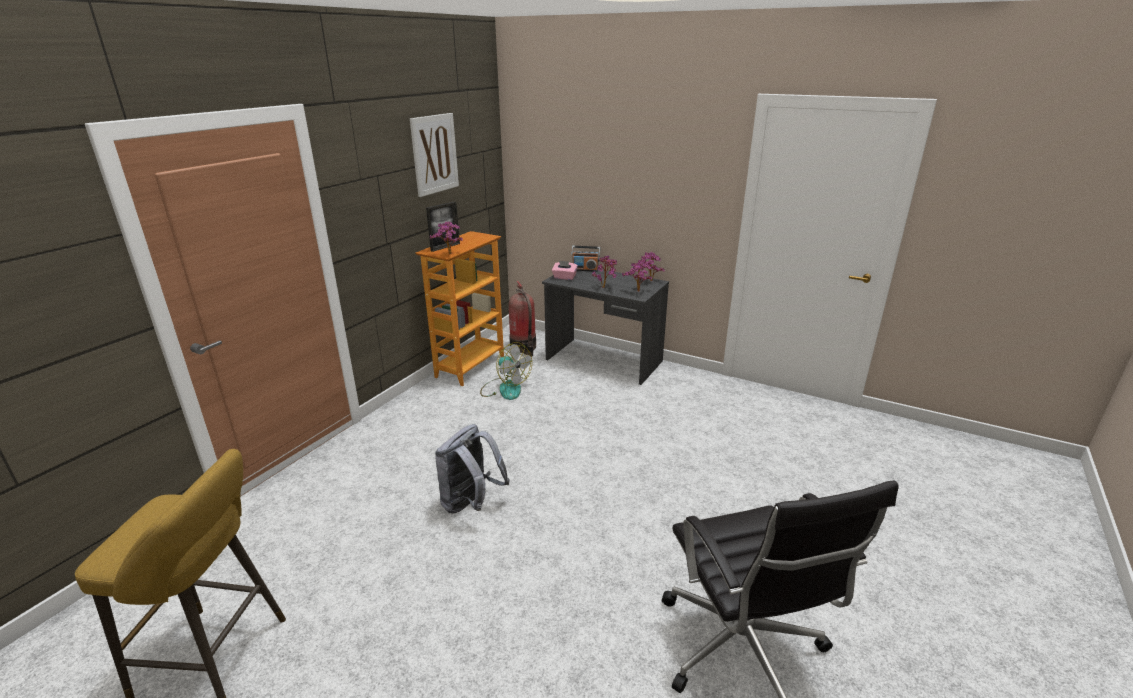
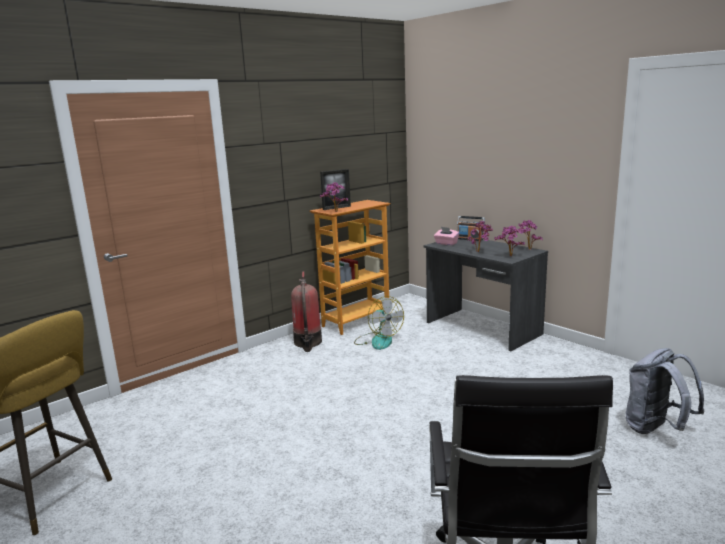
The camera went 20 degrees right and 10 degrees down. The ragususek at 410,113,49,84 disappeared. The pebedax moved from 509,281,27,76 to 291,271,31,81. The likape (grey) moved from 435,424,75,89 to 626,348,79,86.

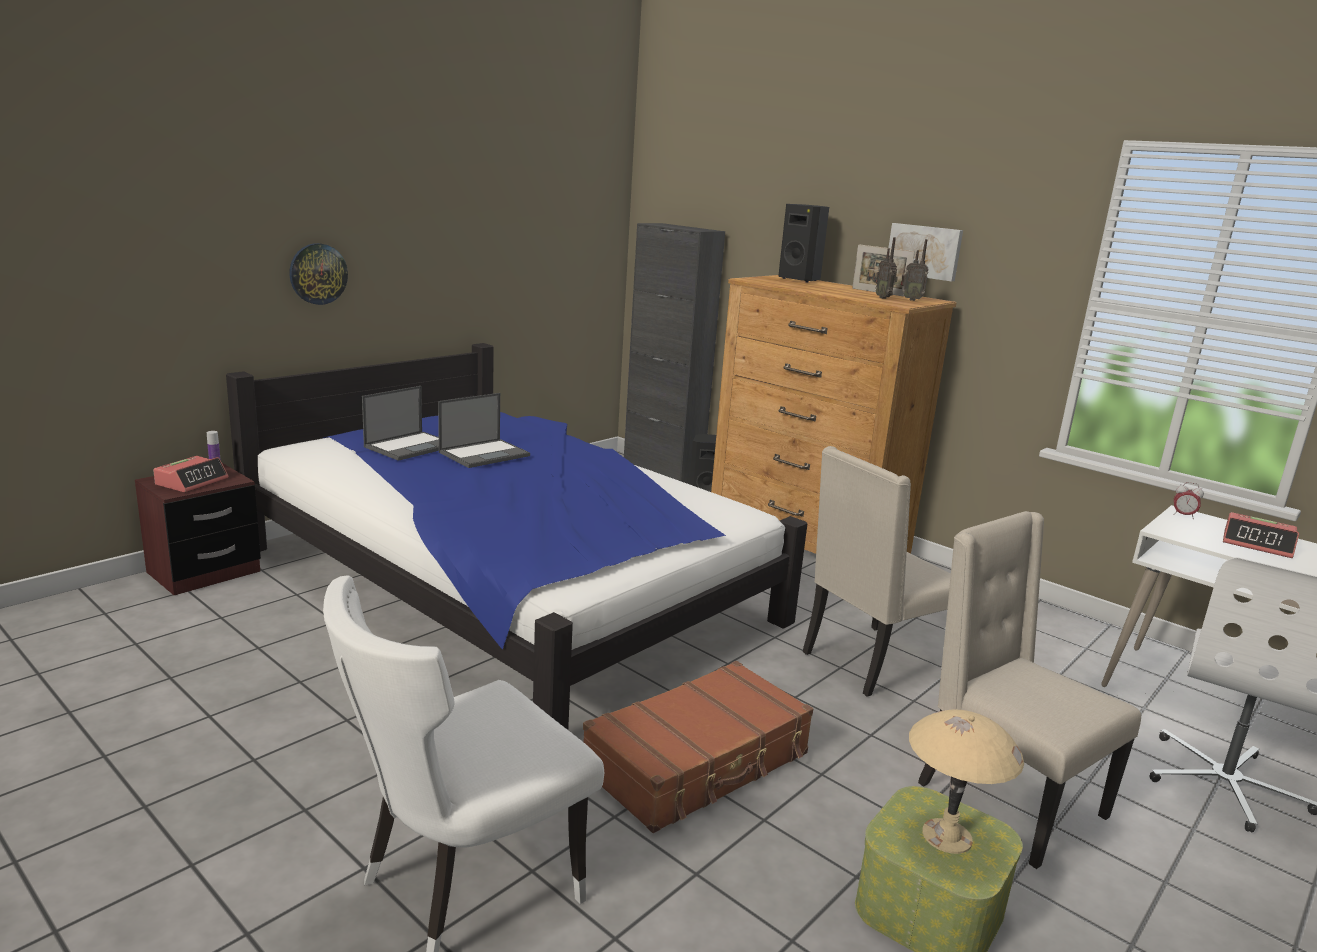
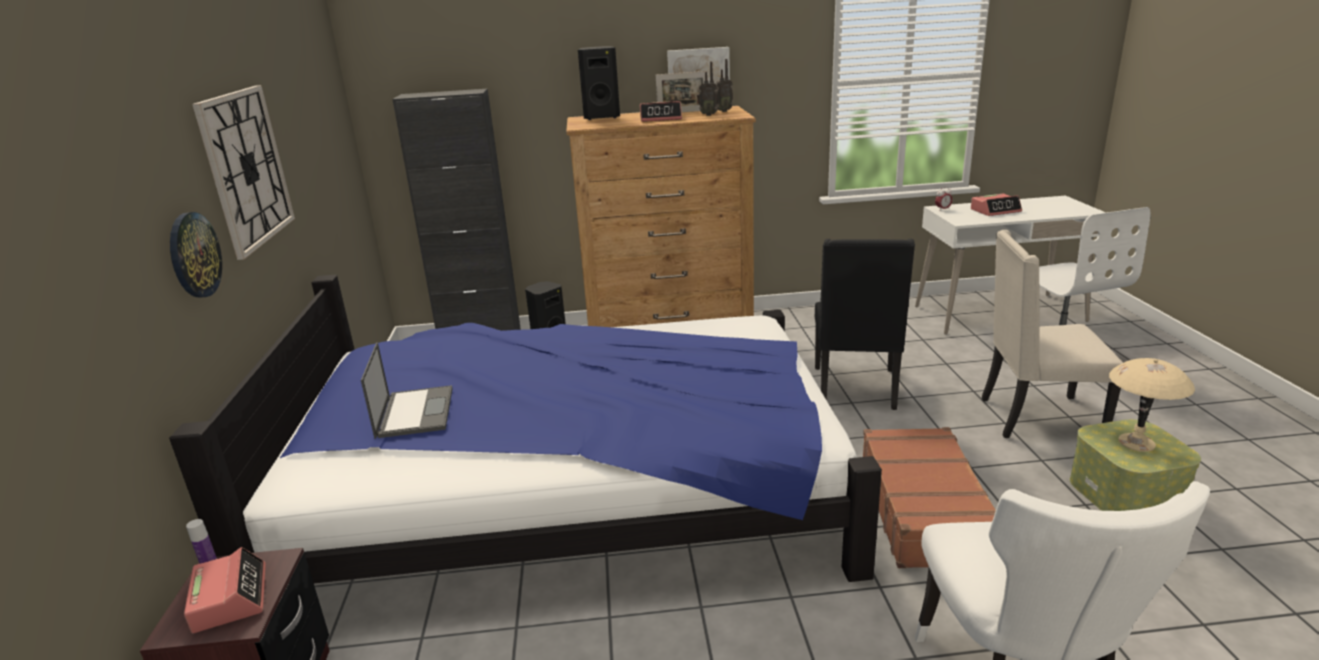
The camera went 45 degrees left and 5 degrees up. The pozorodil at 438,393,92,75 disappeared. The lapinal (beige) at 803,446,148,251 became the lapinal (black) at 815,239,100,171. The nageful at 192,85,103,175 appeared. The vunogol at 640,101,42,21 appeared.

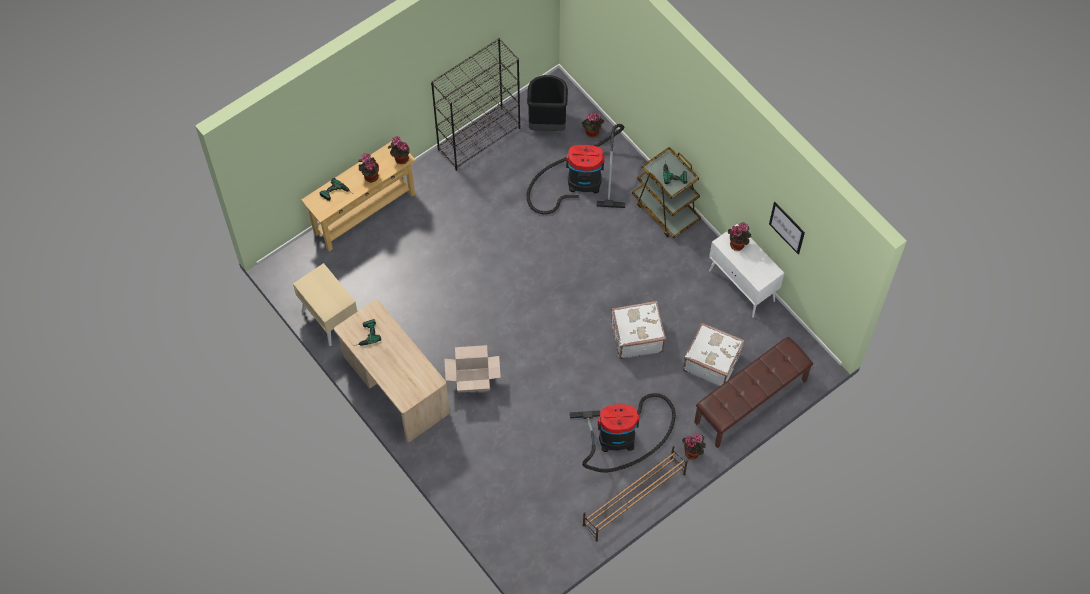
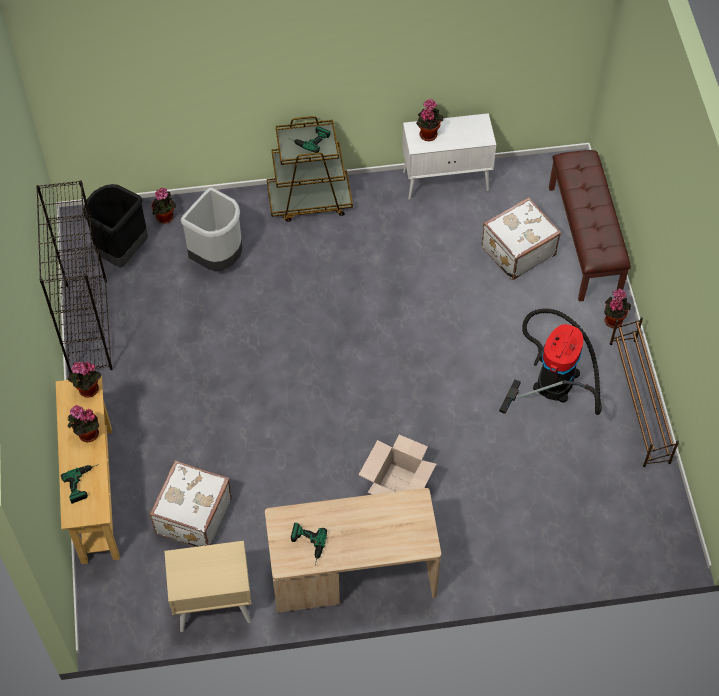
The camera went 60 degrees left and 5 degrees down. The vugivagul at 526,124,100,91 was replaced by the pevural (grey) at 181,187,61,84. The ragususek at 769,202,36,53 disappeared. The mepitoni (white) moved from 611,301,55,58 to 149,460,83,87.

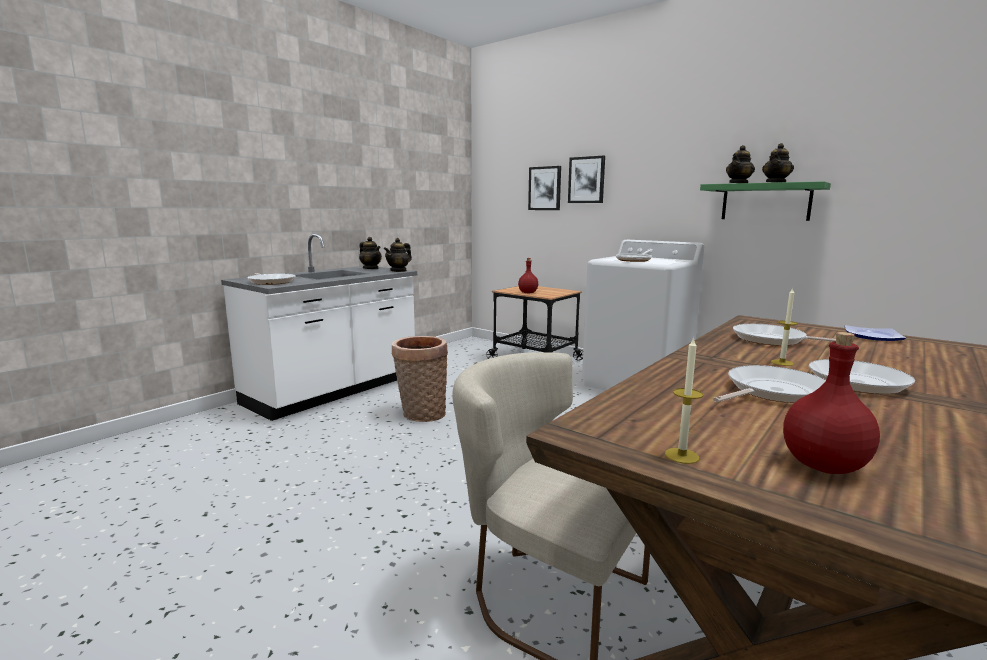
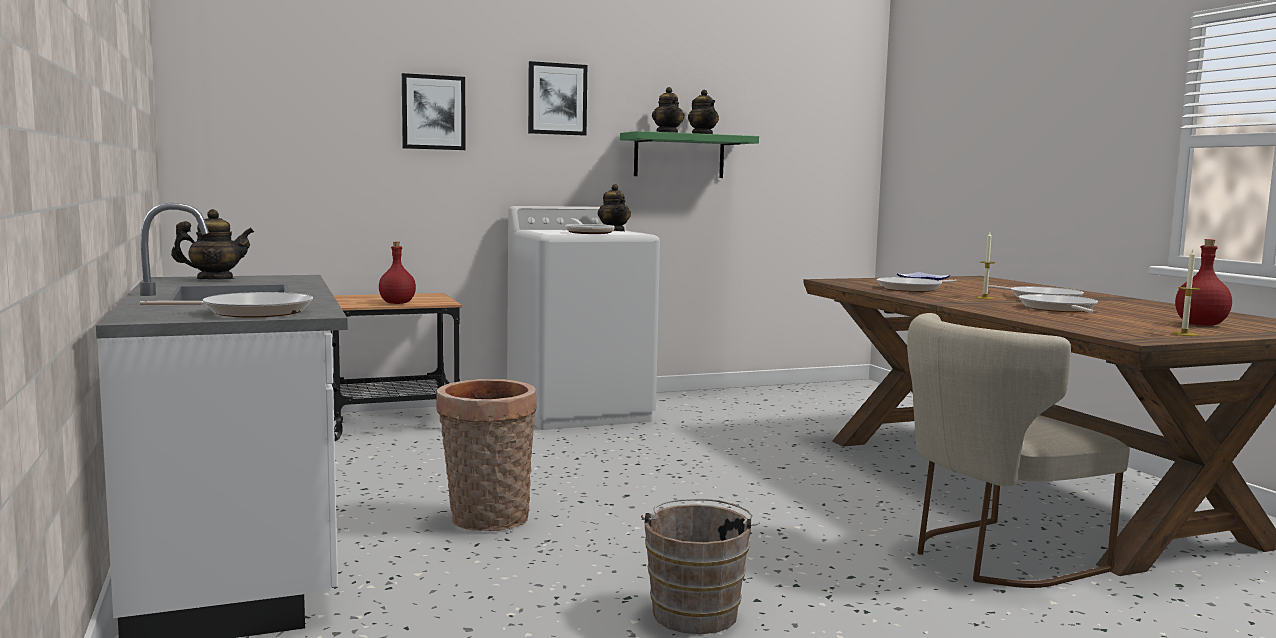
The camera went 60 degrees left and 5 degrees down. The ragususek moved from 528,166,33,44 to 528,61,59,75. The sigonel moved from 384,238,28,34 to 598,184,33,47. The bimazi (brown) at 641,499,119,135 appeared.

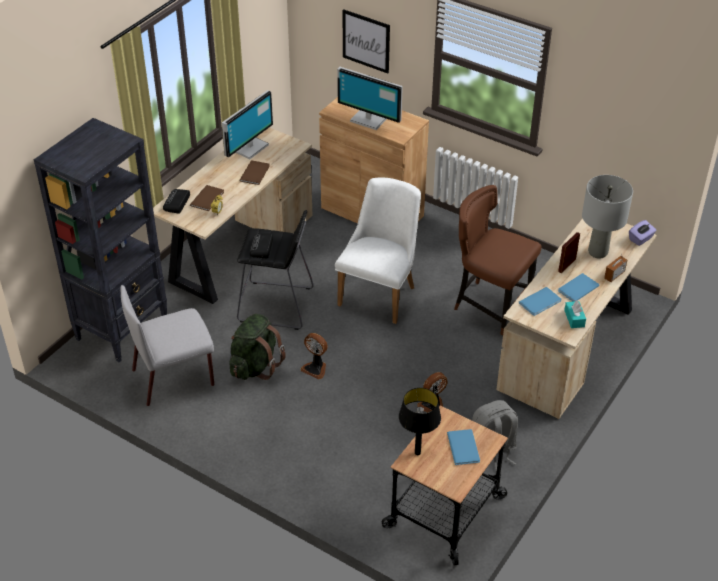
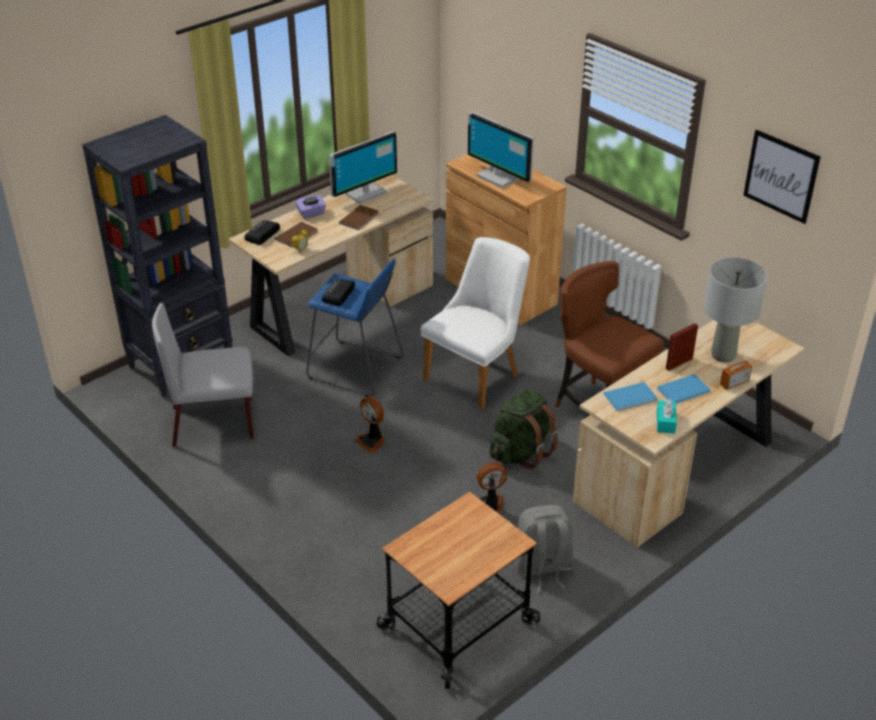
The camera went 15 degrees right and 5 degrees down. The ragususek moved from 343,9,47,64 to 743,129,78,95. The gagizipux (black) at 237,210,77,120 became the gagizipux (blue) at 306,259,98,138. The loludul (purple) moved from 629,220,27,26 to 295,195,31,24. The likape (green) moved from 229,314,57,66 to 490,389,68,80. The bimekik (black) at 399,388,42,67 disappeared. The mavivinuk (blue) at 447,429,33,36 disappeared.

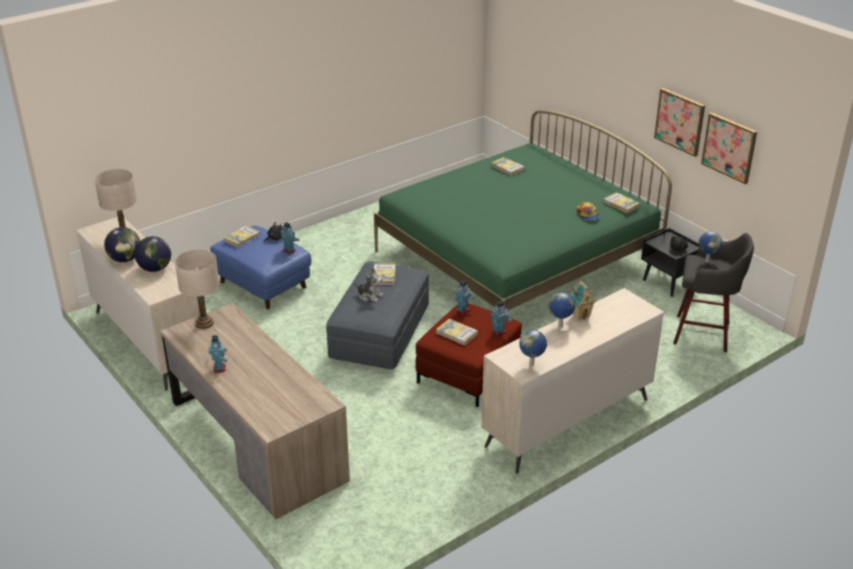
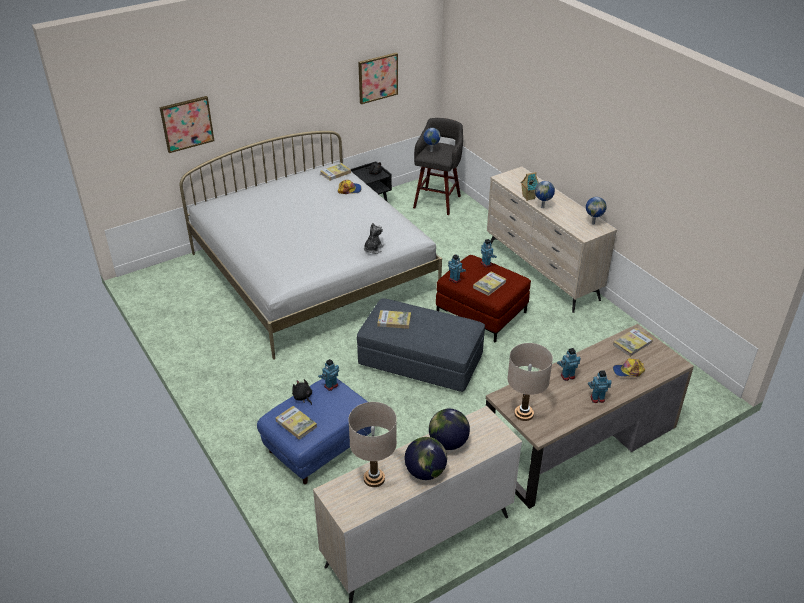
The camera went 85 degrees left and 5 degrees up. The ragususek moved from 654,88,51,69 to 160,96,54,57. The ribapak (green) at 374,110,298,200 became the ribapak (white) at 180,131,262,229. The mavivinuk moved from 491,157,34,19 to 613,328,40,29. The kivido moved from 354,268,29,34 to 364,223,20,31. The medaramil at 557,348,24,33 appeared. The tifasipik at 613,358,32,19 appeared.

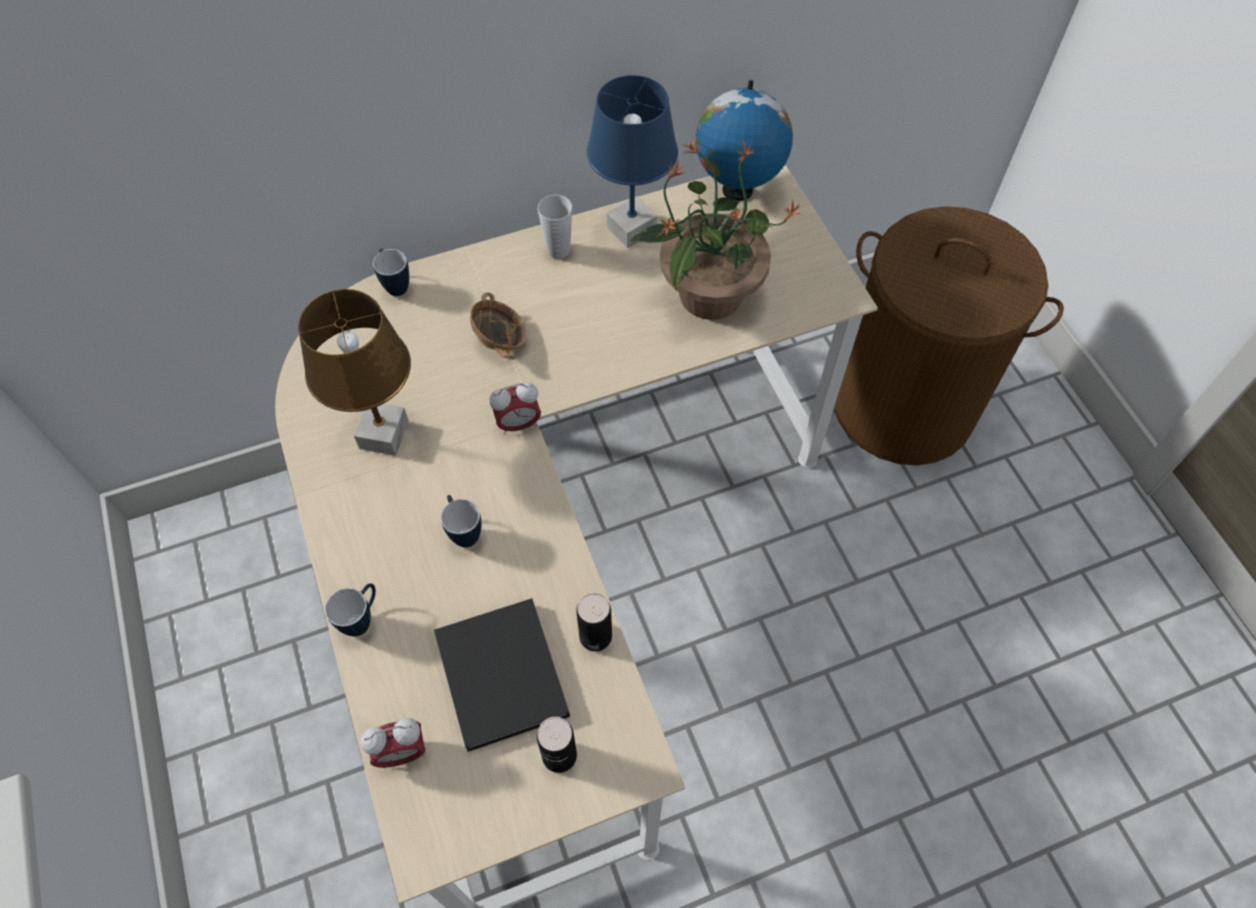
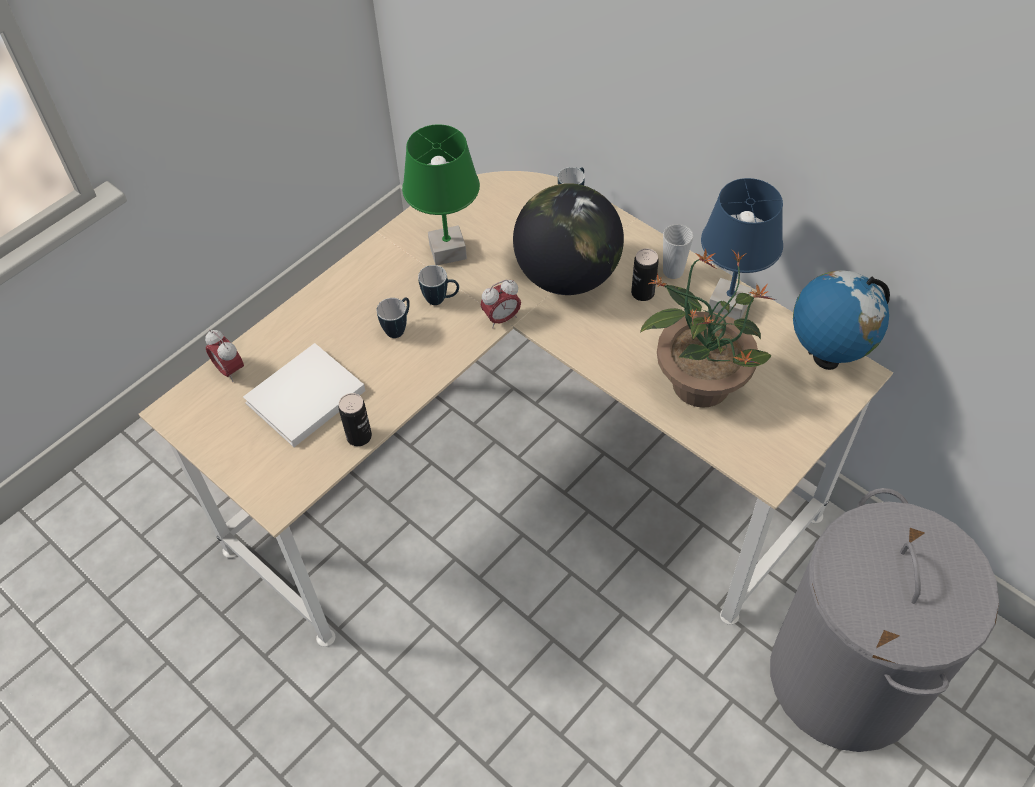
The camera went 65 degrees right and 5 degrees down. The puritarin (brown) at 834,206,230,259 became the puritarin (grey) at 770,488,229,264. The bimekik (brown) at 298,289,113,167 became the bimekik (green) at 402,124,78,141. The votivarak at 470,292,58,67 was replaced by the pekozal at 513,183,111,112. The vunogol at 490,382,51,53 turned 75 degrees counterclockwise. The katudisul moved from 325,583,51,54 to 418,265,41,40. The mavivinuk (black) at 434,598,136,154 became the mavivinuk (white) at 243,343,122,104. The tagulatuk moved from 537,717,40,56 to 631,248,28,53.

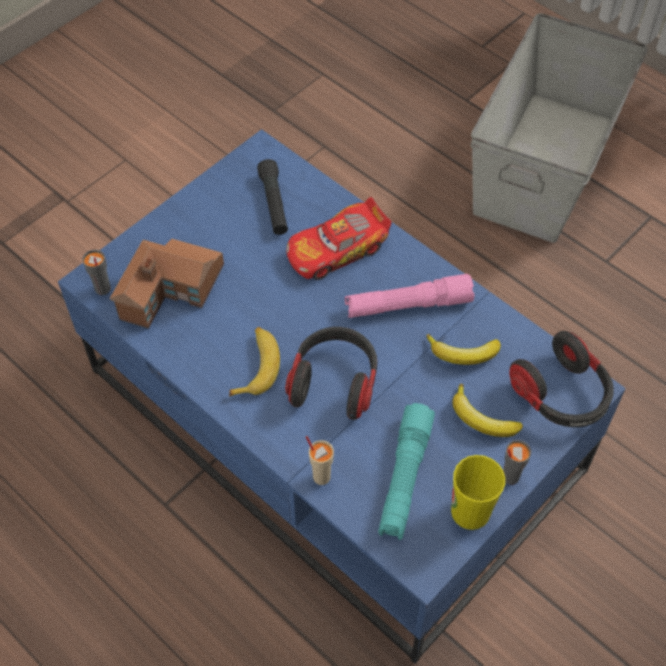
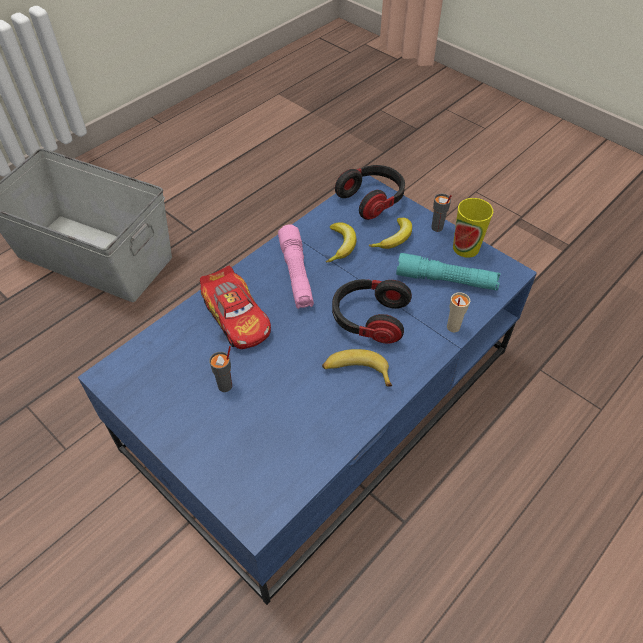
The camera went 90 degrees left and 5 degrees down. The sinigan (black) at 257,159,31,76 disappeared. The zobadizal at 110,239,114,90 disappeared. The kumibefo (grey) moved from 82,250,29,45 to 209,346,23,46.

